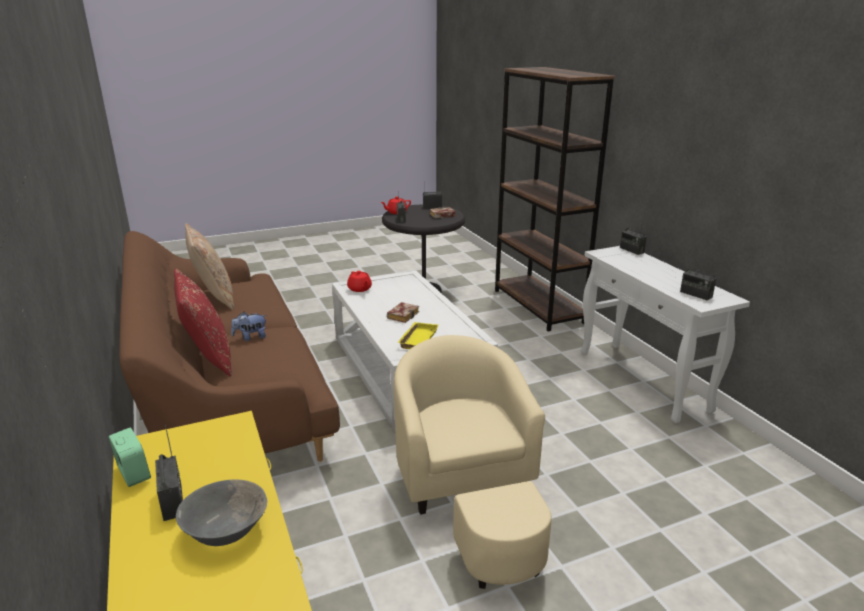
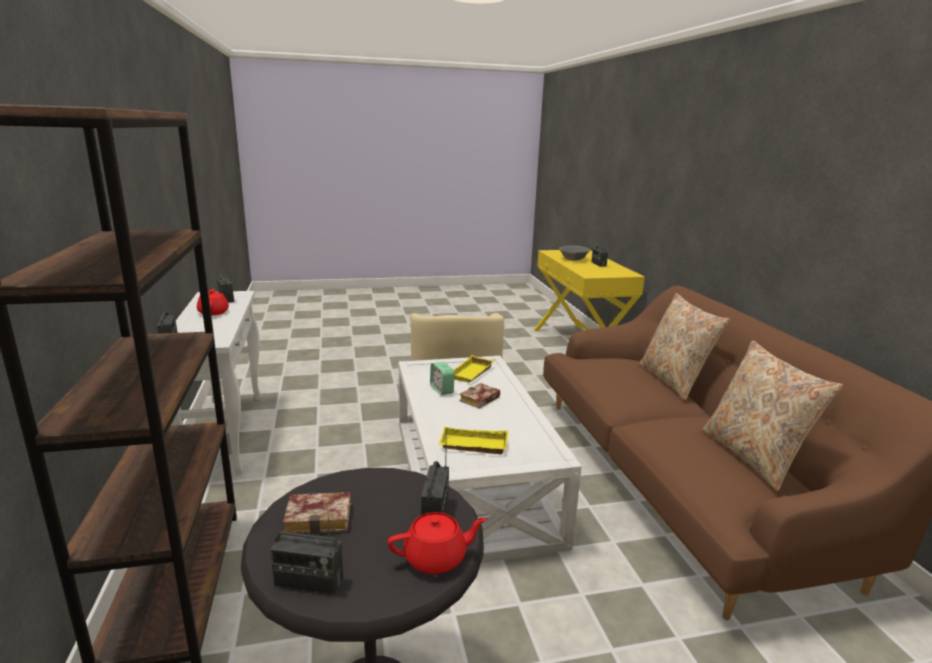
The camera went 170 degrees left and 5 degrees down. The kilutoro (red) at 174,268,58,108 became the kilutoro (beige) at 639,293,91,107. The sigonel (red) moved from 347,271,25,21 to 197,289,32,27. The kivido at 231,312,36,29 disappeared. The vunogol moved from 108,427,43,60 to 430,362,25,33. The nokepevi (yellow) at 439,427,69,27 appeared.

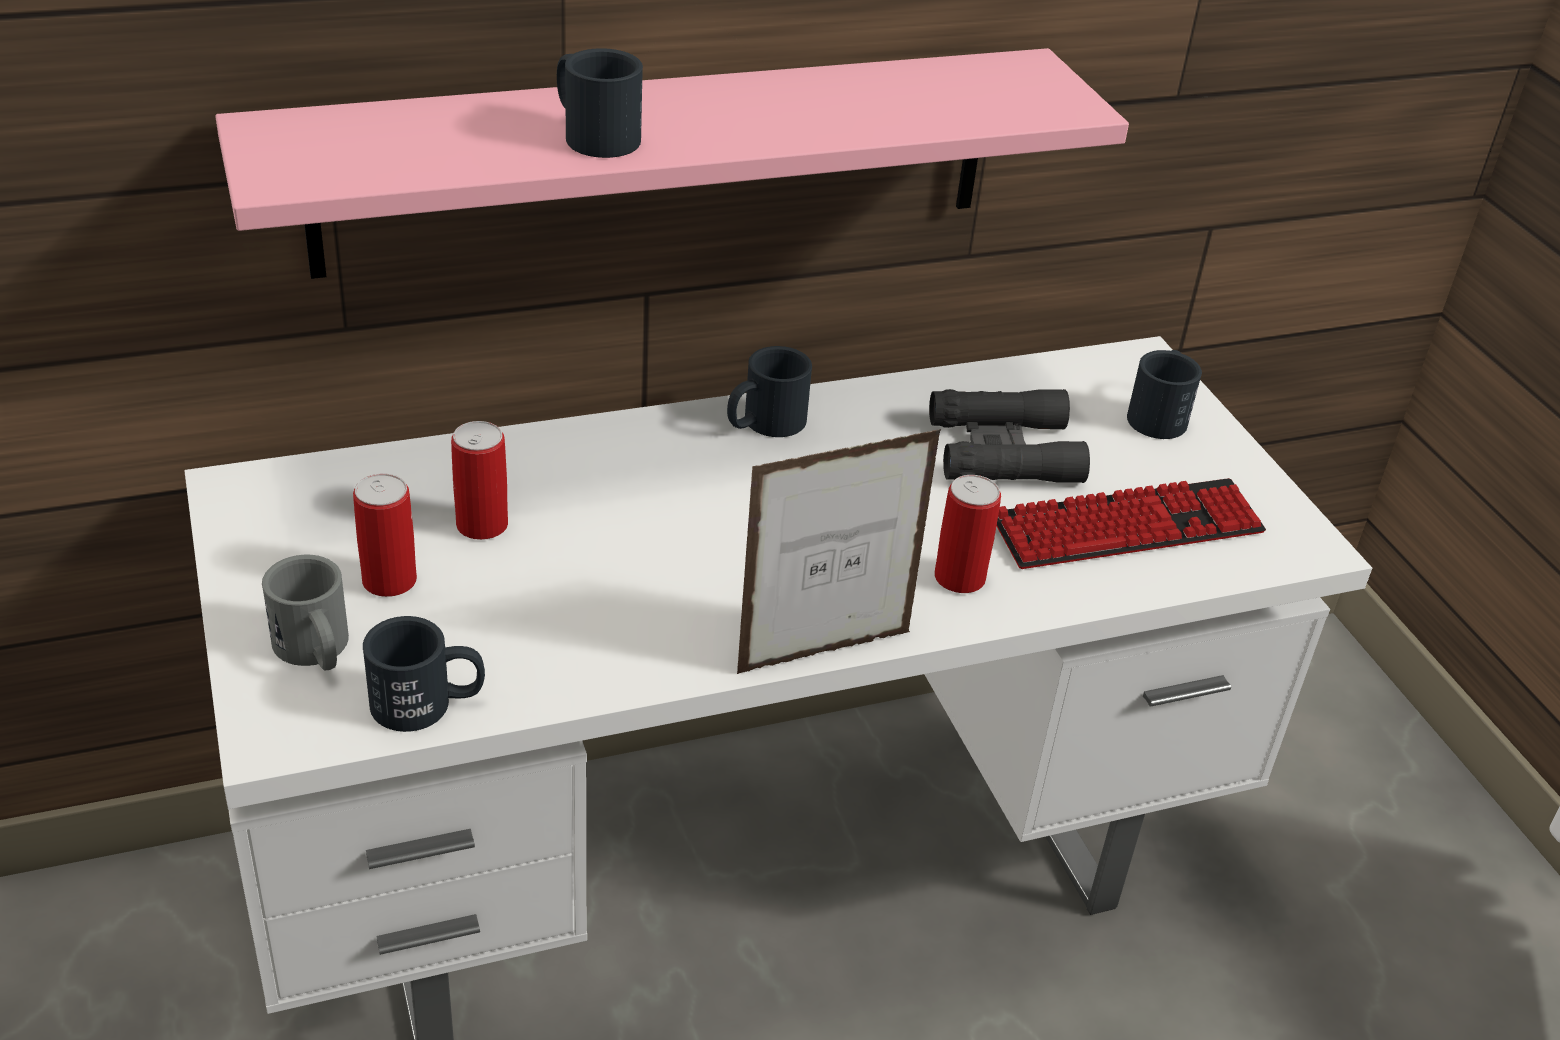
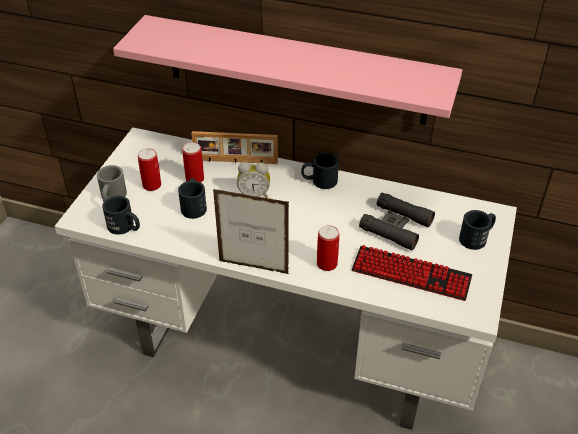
The camera went 40 degrees right and 5 degrees up. The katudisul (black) moved from 557,48,86,110 to 178,178,29,41. The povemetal at 191,131,87,33 appeared. The vunogol at 237,162,33,36 appeared.

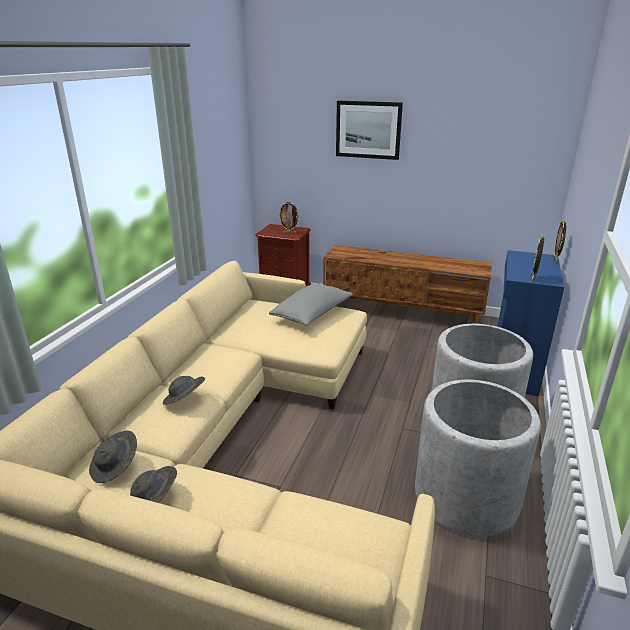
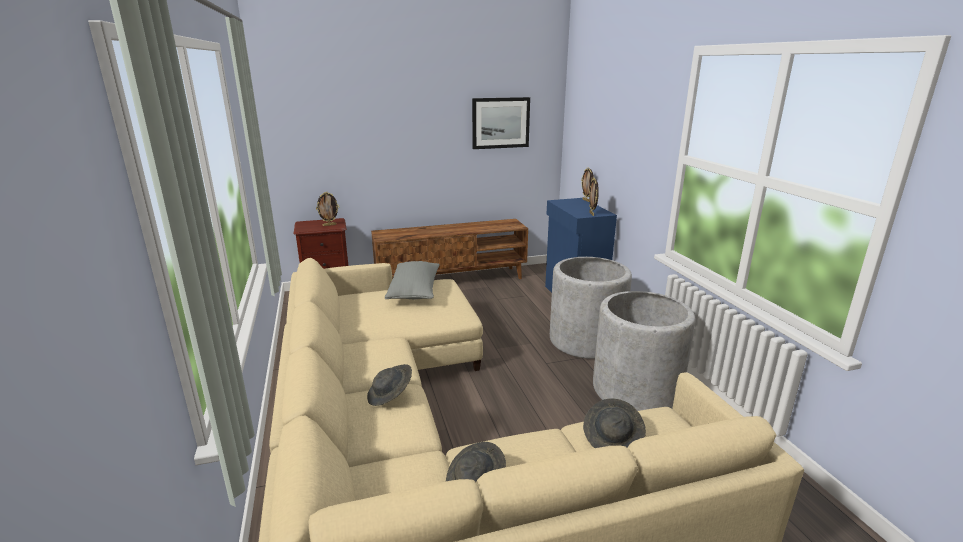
The camera went 35 degrees left and 5 degrees down. The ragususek moved from 336,101,67,59 to 472,97,58,52. The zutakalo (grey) moved from 89,431,48,52 to 583,398,63,50.

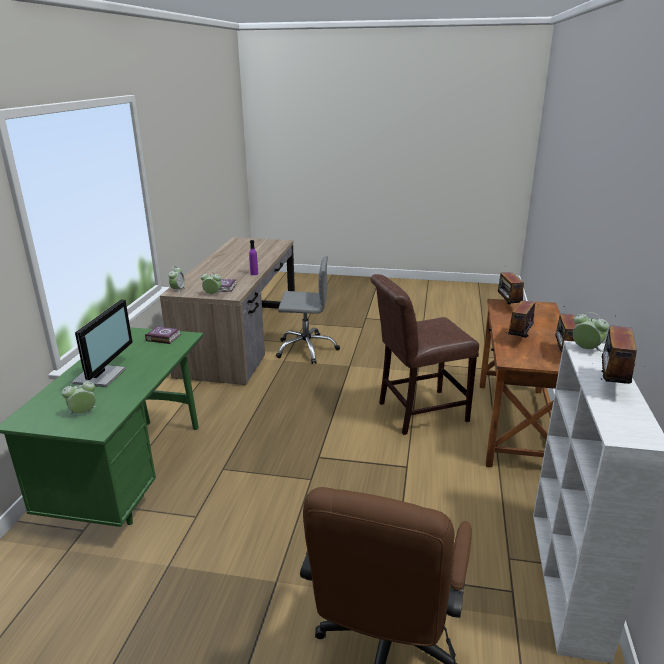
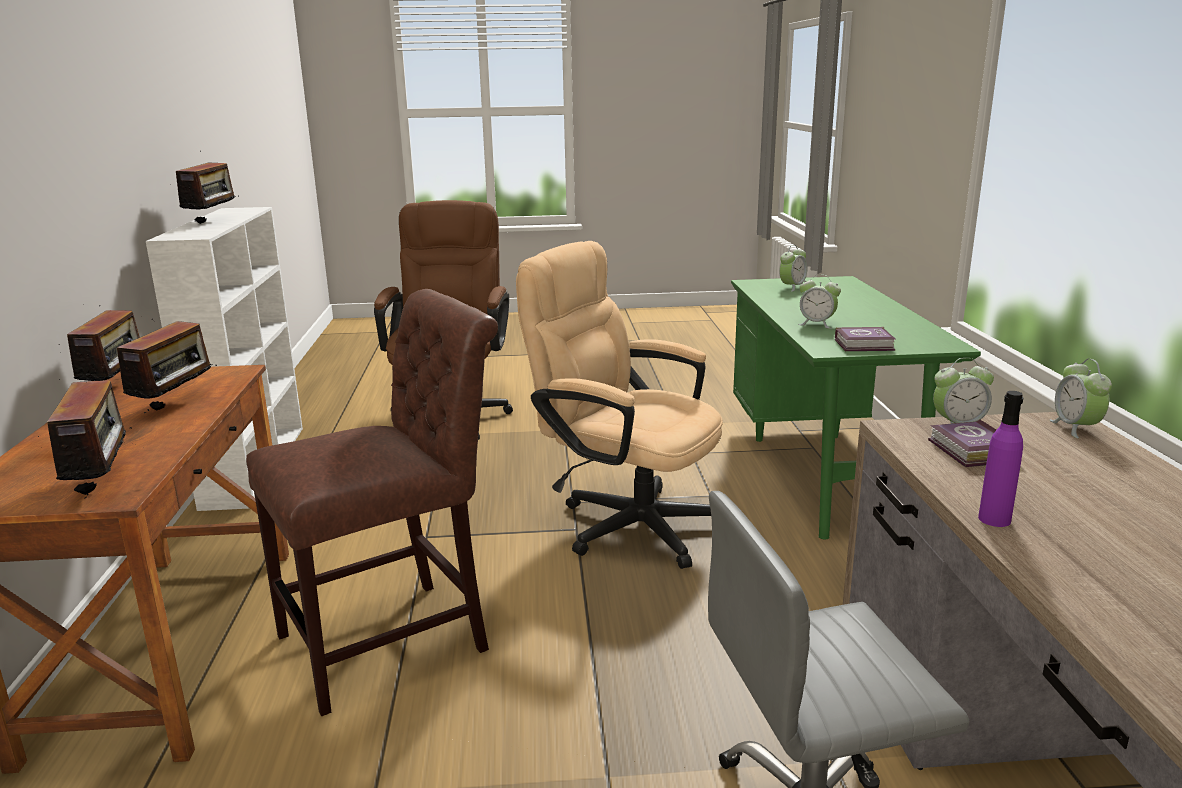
The camera went 165 degrees right and 5 degrees down. The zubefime at 71,300,62,87 disappeared. The vunogol moved from 573,312,36,40 to 798,274,43,55. The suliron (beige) at 516,241,207,328 appeared.

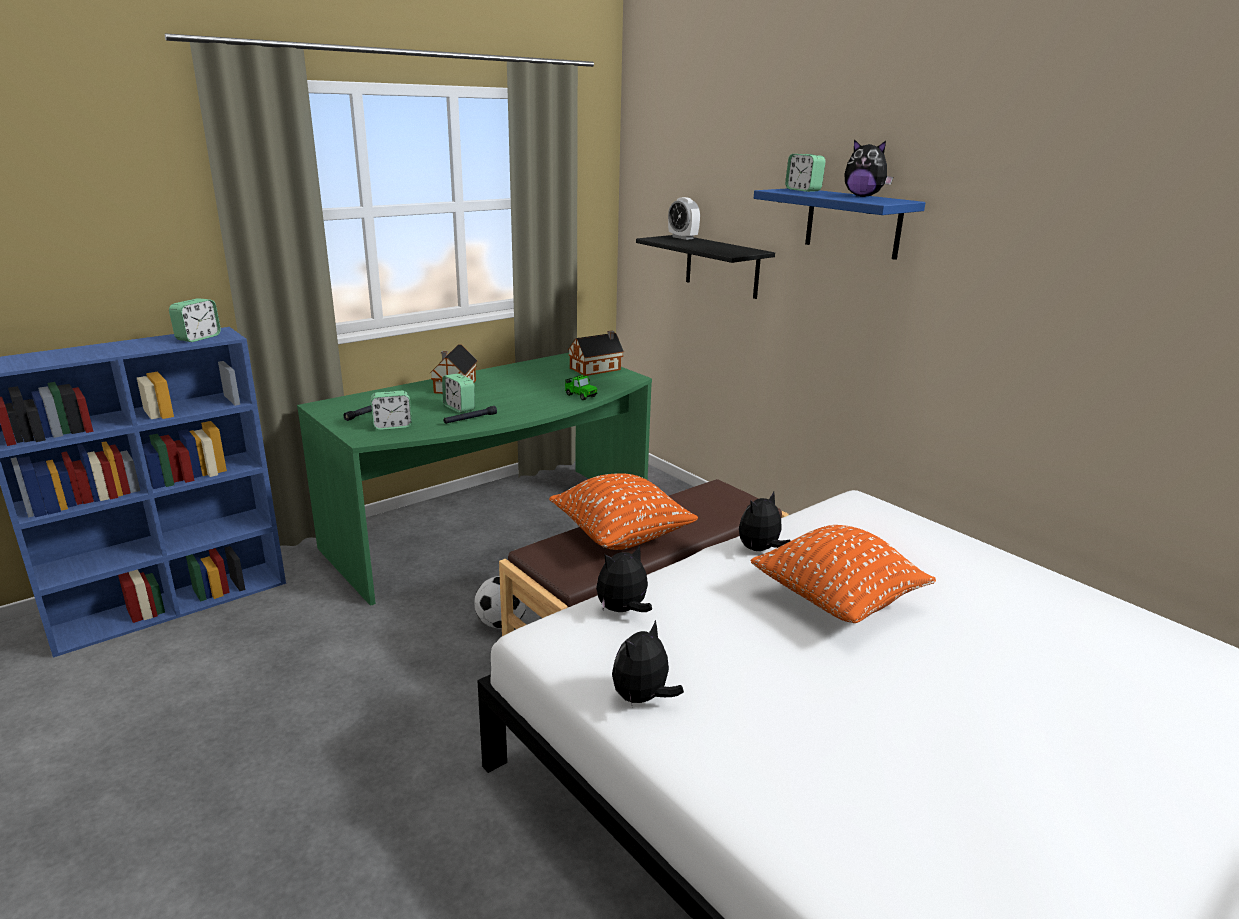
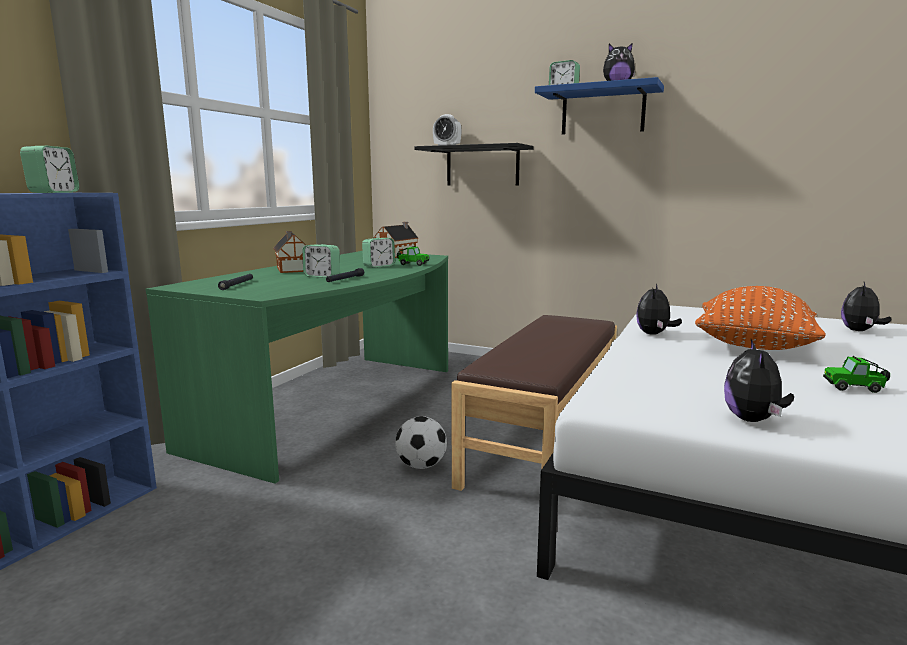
The camera went 25 degrees left and 10 degrees down. The vunogol moved from 370,391,42,39 to 362,238,33,30. The kilutoro (orange) at 549,473,149,77 disappeared. The kivido moved from 596,546,56,66 to 841,282,50,49. The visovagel at 823,356,67,37 appeared.

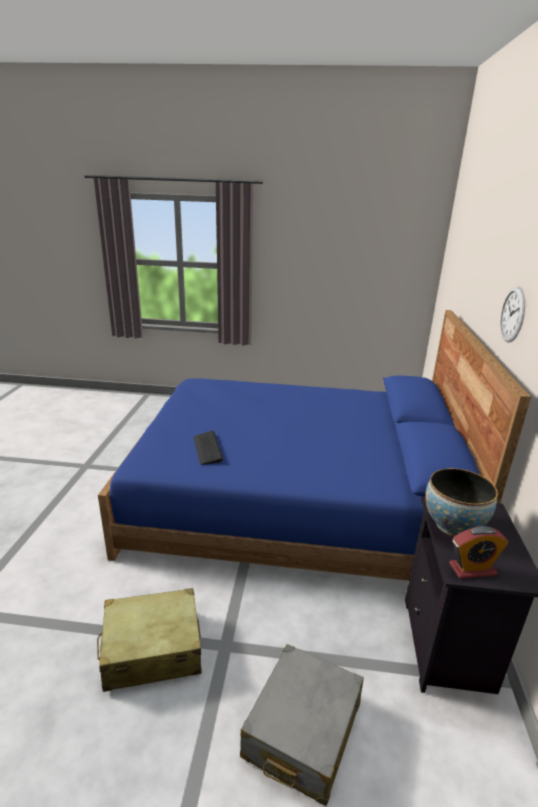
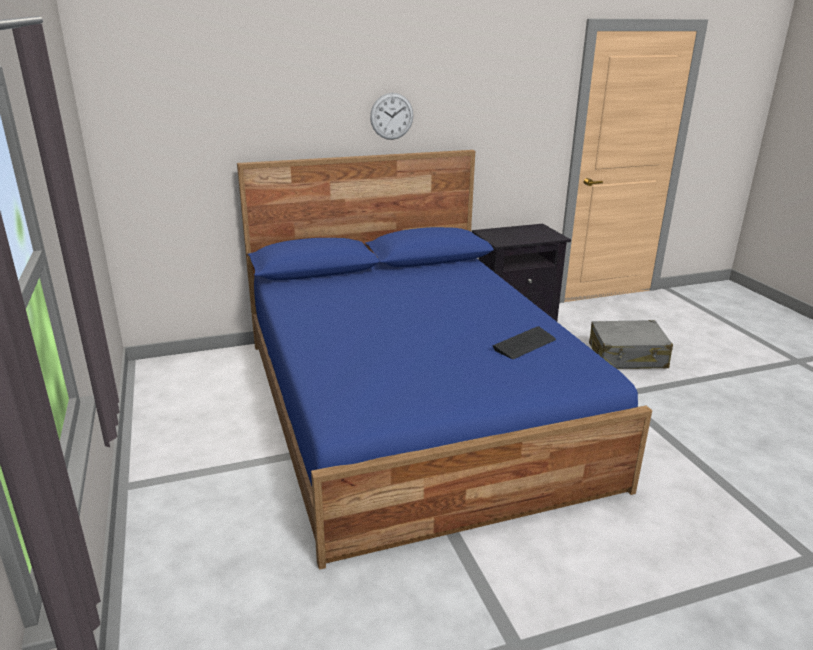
The camera went 115 degrees left and 0 degrees up. The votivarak at 425,468,73,68 disappeared. The vunogol at 449,526,60,53 disappeared. The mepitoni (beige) at 97,588,105,104 disappeared.

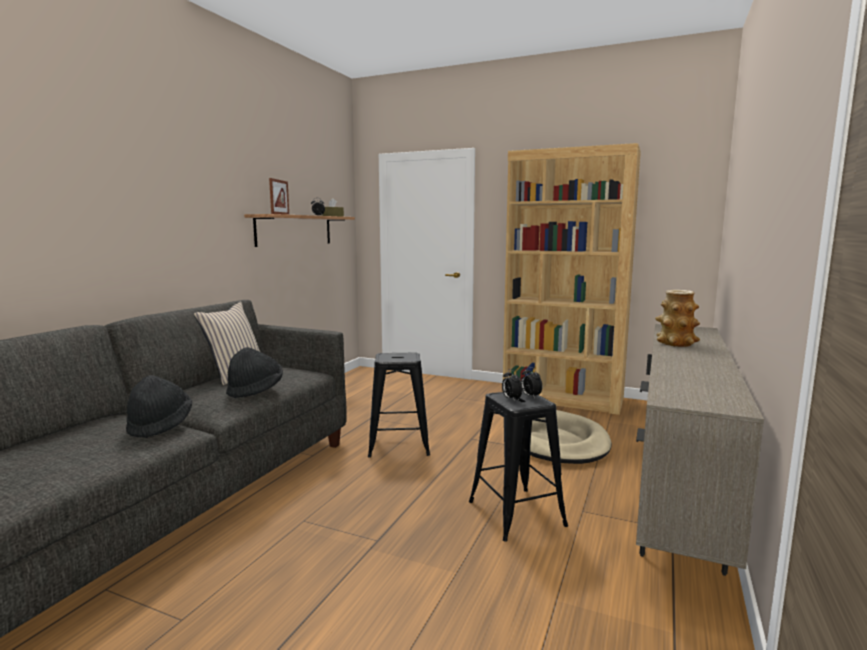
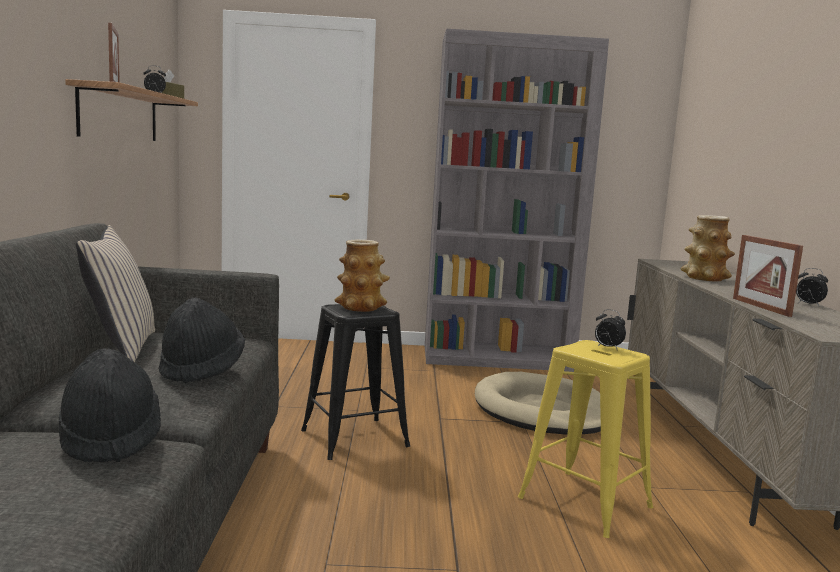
The camera went 25 degrees left and 0 degrees up. The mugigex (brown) at 502,143,139,272 became the mugigex (grey) at 425,29,184,343. The vunogol moved from 502,369,20,32 to 796,268,32,38. The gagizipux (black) at 469,391,99,151 became the gagizipux (yellow) at 518,340,135,198. The povemetal at 733,235,70,82 appeared. The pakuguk at 334,239,56,73 appeared.

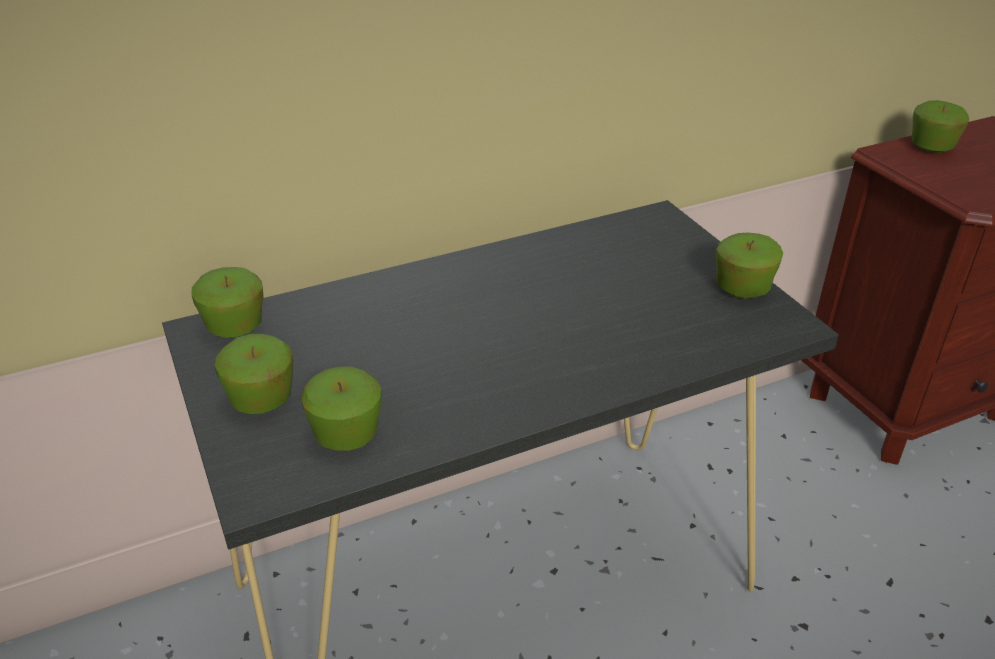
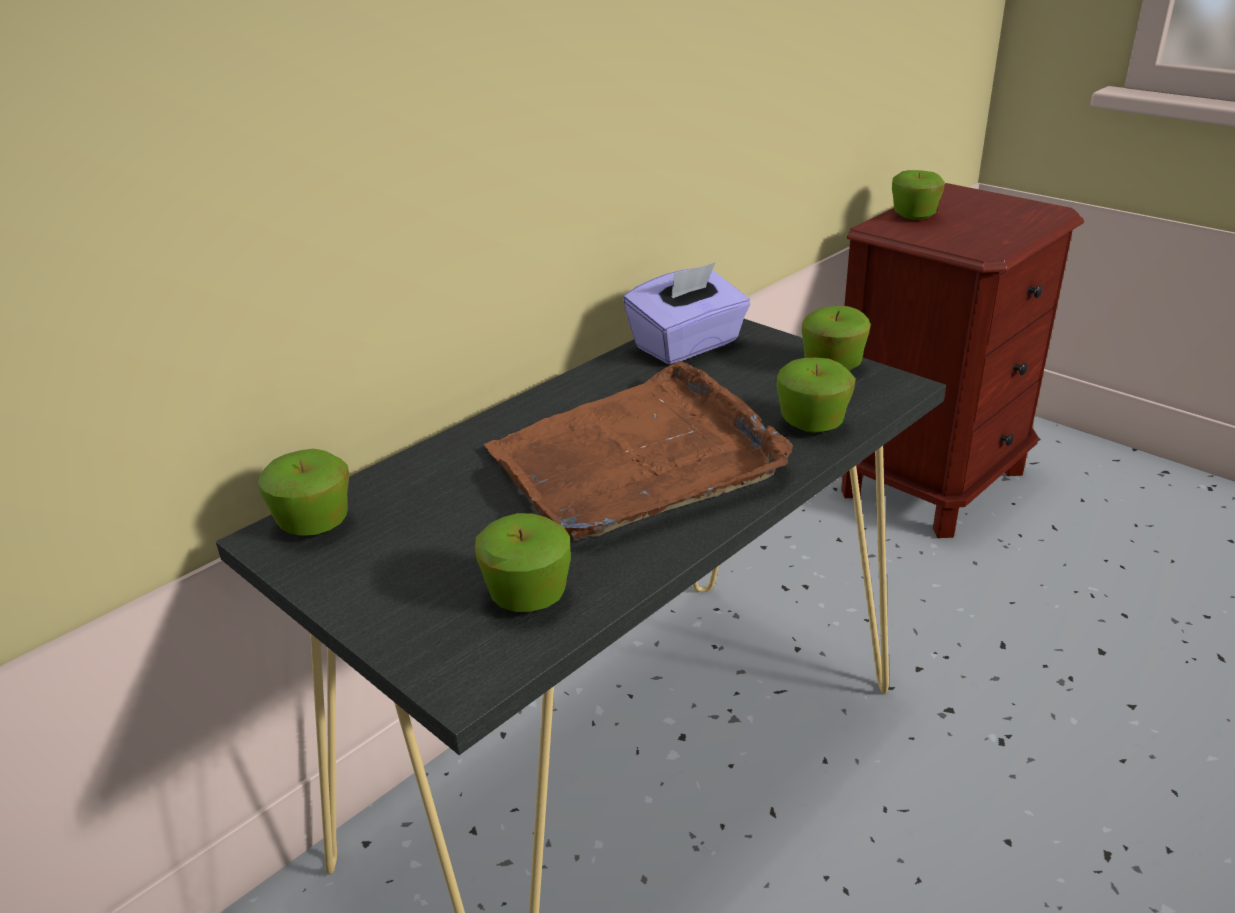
The camera went 20 degrees left and 5 degrees down. The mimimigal moved from 215,334,78,80 to 776,358,79,75. The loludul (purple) at 623,262,127,102 appeared. The nokepevi (brown) at 484,361,309,180 appeared.

